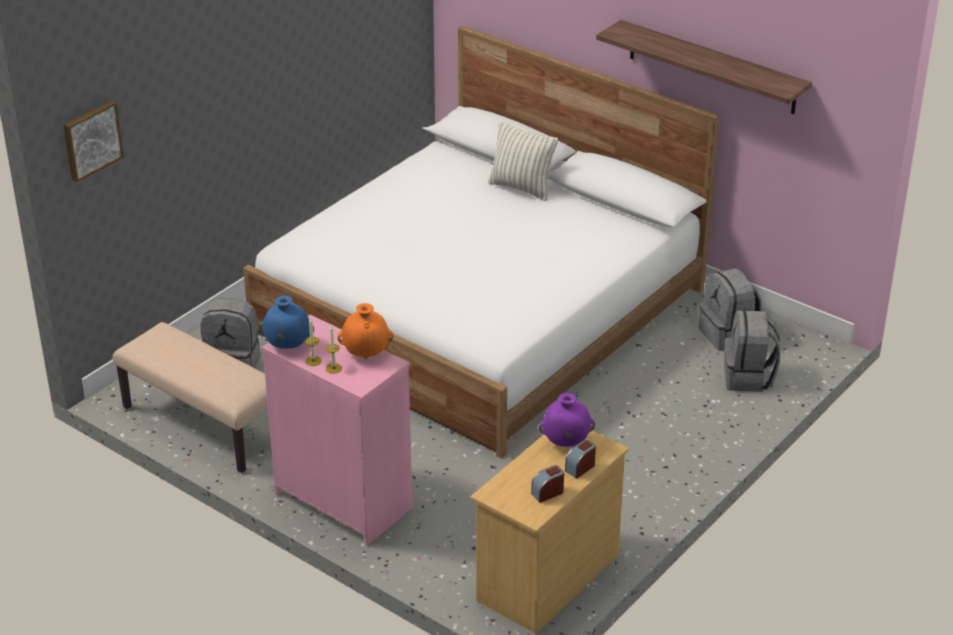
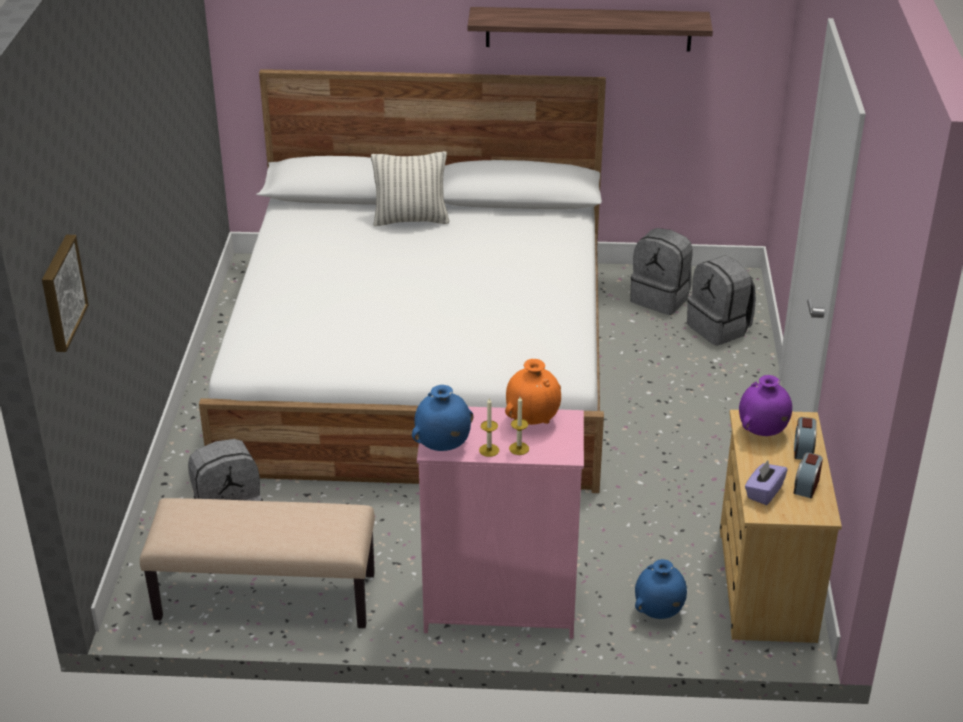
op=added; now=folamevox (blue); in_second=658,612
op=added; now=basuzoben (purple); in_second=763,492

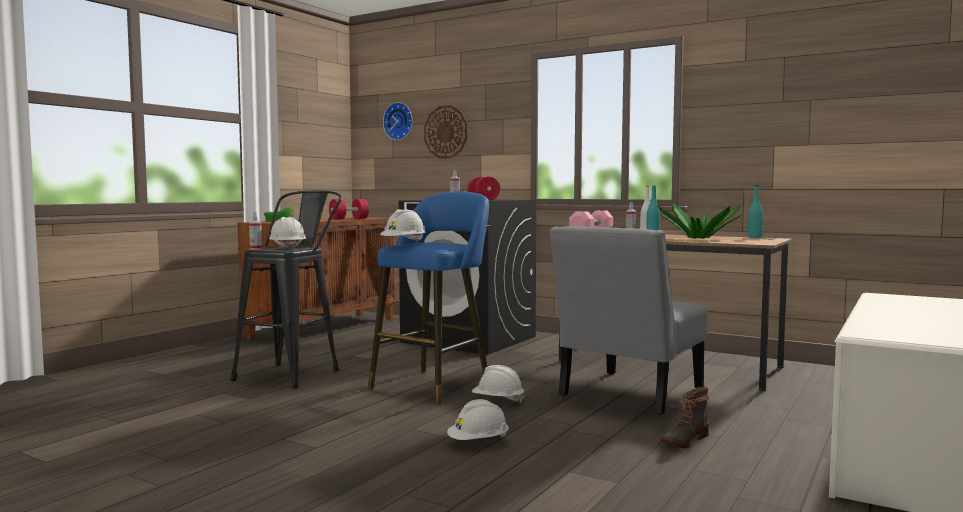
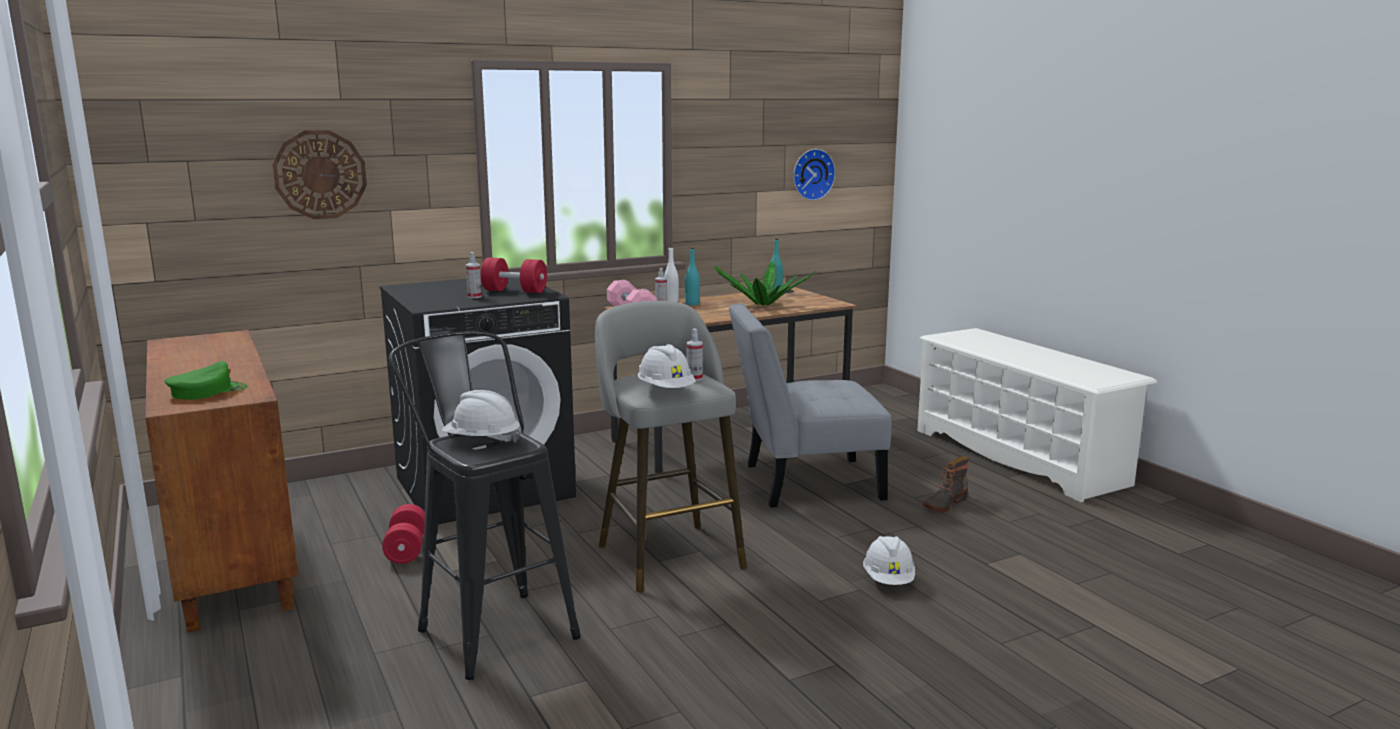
op=removed; was=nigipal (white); in_first=497,401
op=moved; was=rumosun; in_first=255,249; in_second=694,378
op=moved; was=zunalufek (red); in_first=349,219; in_second=406,549
op=moved; was=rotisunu; in_first=399,121; in_second=812,174
op=recoloured; was=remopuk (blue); now=remopuk (grey); in_first=434,384; in_second=666,553
op=turned; was=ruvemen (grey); in_first=627,394; in_second=804,483; clockwise=105
op=turned; was=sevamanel; in_first=683,440; in_second=944,503; clockwise=60

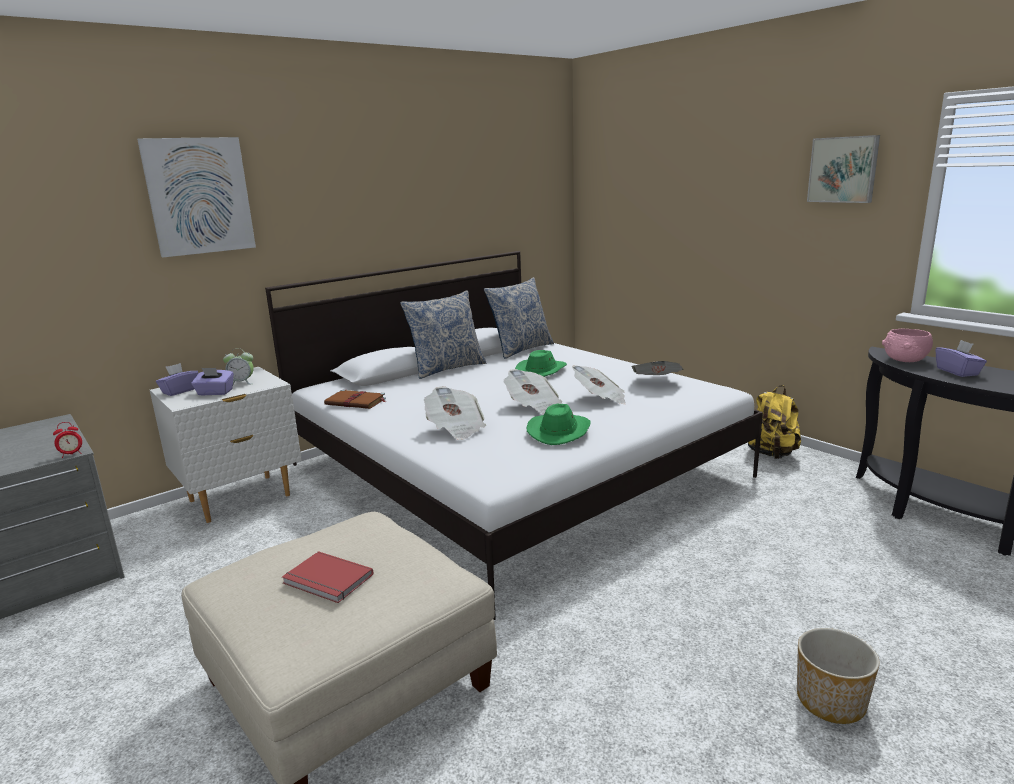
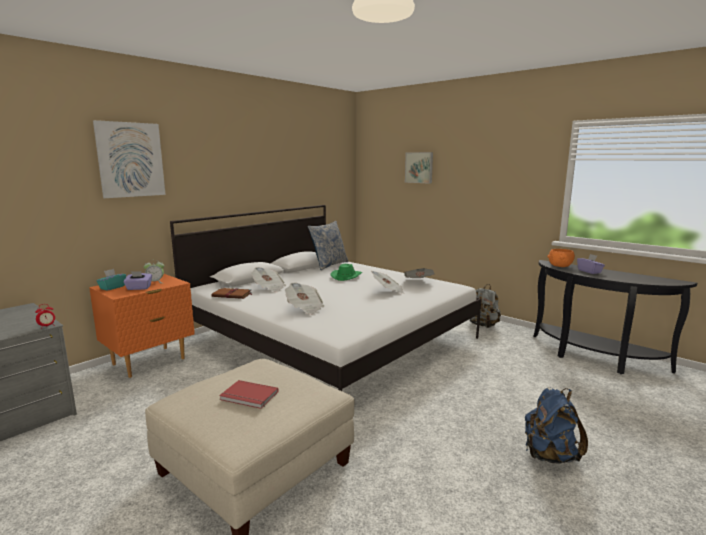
op=removed; was=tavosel; in_first=446,368
op=removed; was=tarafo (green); in_first=559,431
op=moved; was=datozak; in_first=533,406; in_second=269,288
op=moved; was=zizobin; in_first=843,169; in_second=419,167
op=replaced; was=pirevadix; now=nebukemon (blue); in_first=831,702; in_second=549,455
op=recoloured; was=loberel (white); now=loberel (orange); in_first=240,498; in_second=149,362
op=recoloured; was=basuzoben (purple); now=basuzoben (turquoise); in_first=179,391; in_second=112,287
op=recoloured; was=nebukemon (yellow); now=nebukemon (grey); in_first=771,454; in_second=483,325
op=recoloured; was=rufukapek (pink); now=rufukapek (orange); in_first=905,360; in_second=560,266

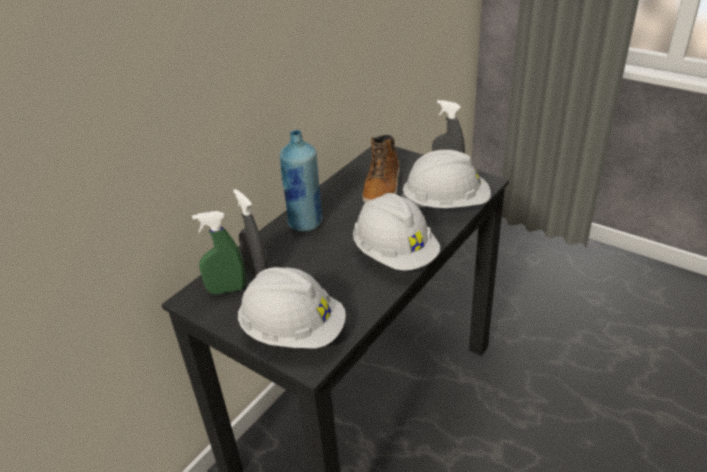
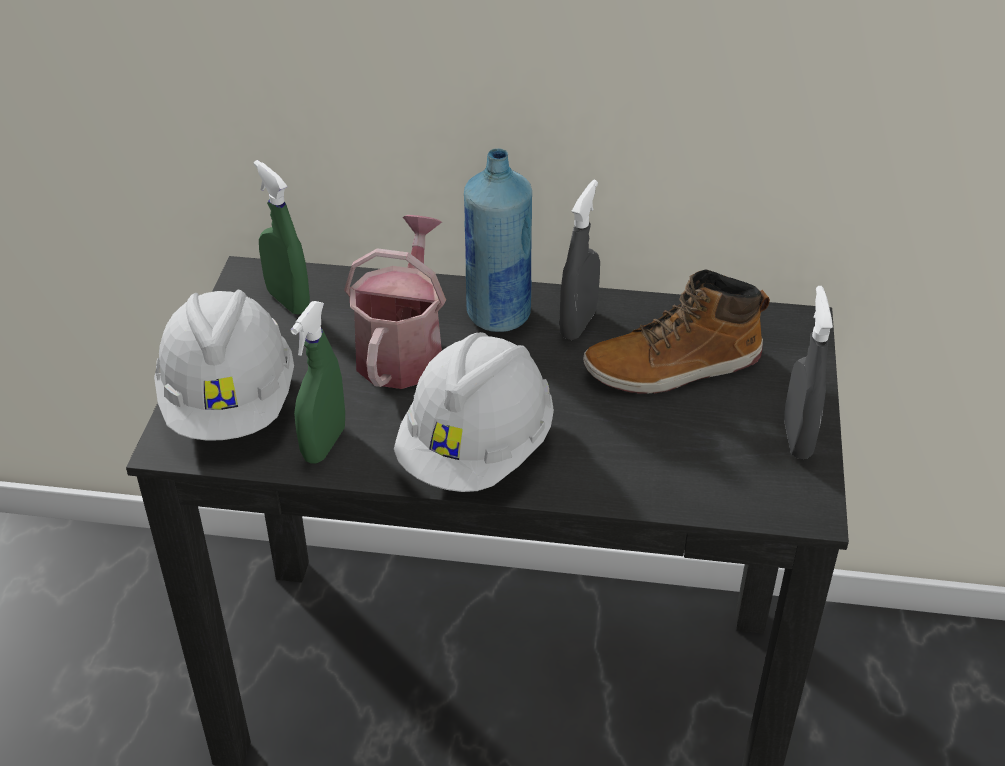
op=removed; was=nigipal (white); in_first=446,204
op=added; now=rumosun (green); in_second=324,444
op=added; now=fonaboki; in_second=403,348
op=moved; was=rumosun (grey); in_first=257,271; in_second=578,324

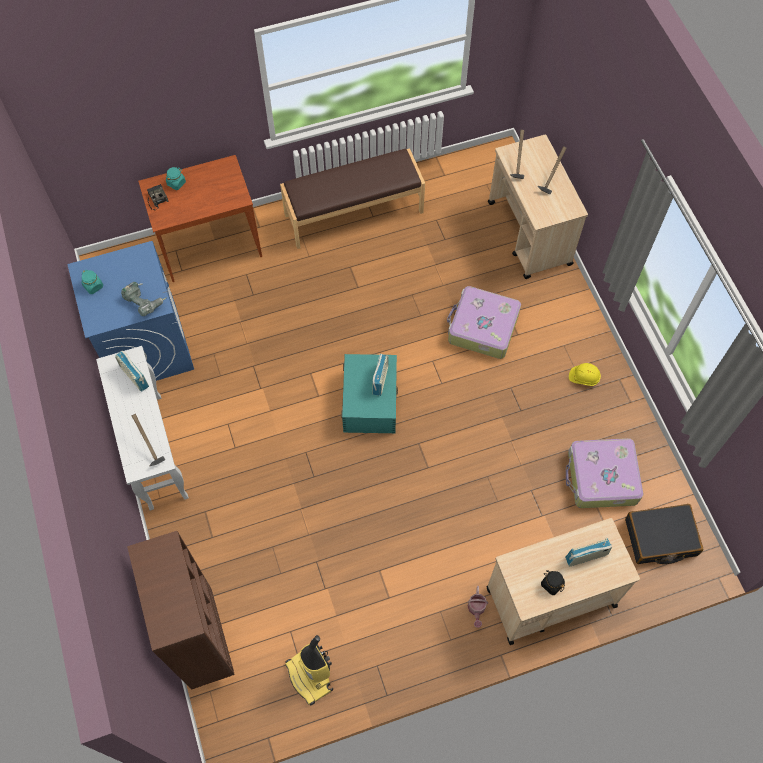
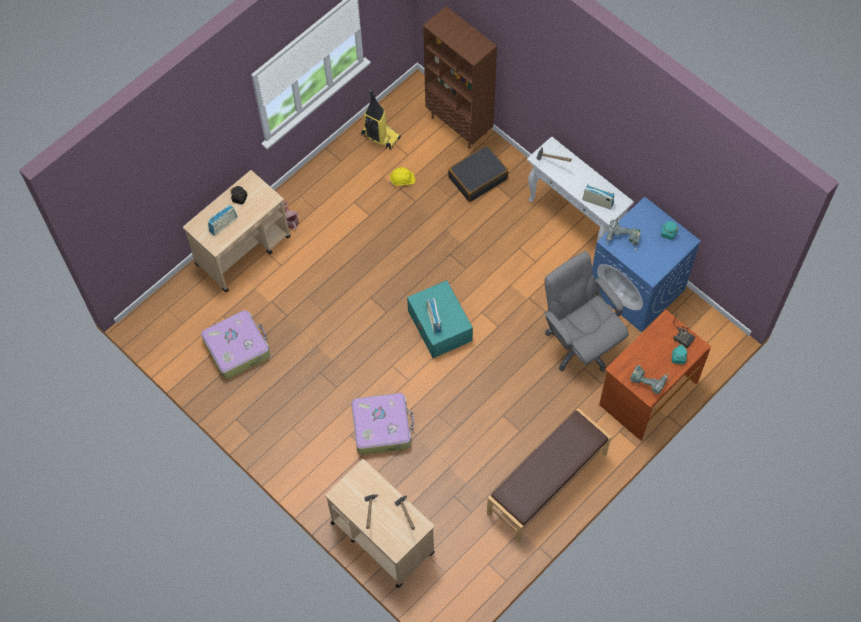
op=added; now=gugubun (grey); in_second=580,343
op=added; now=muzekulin; in_second=648,380
op=moved; was=nigipal (yellow); in_first=584,377; in_second=402,180
op=moved; was=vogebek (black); in_first=660,538; in_second=477,178

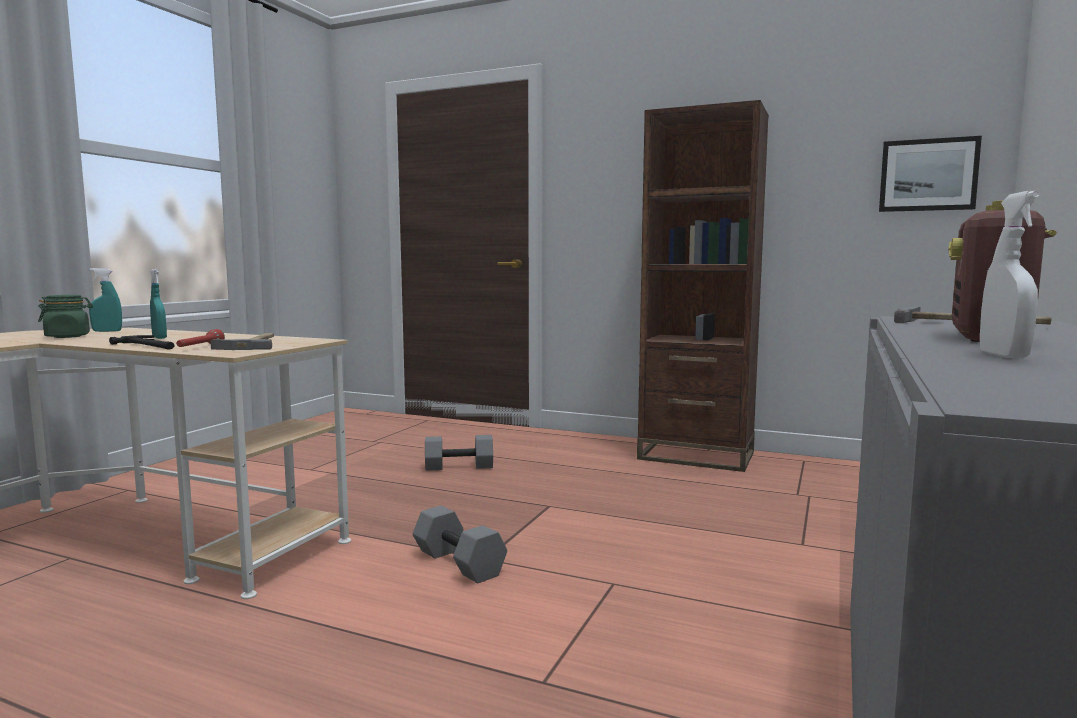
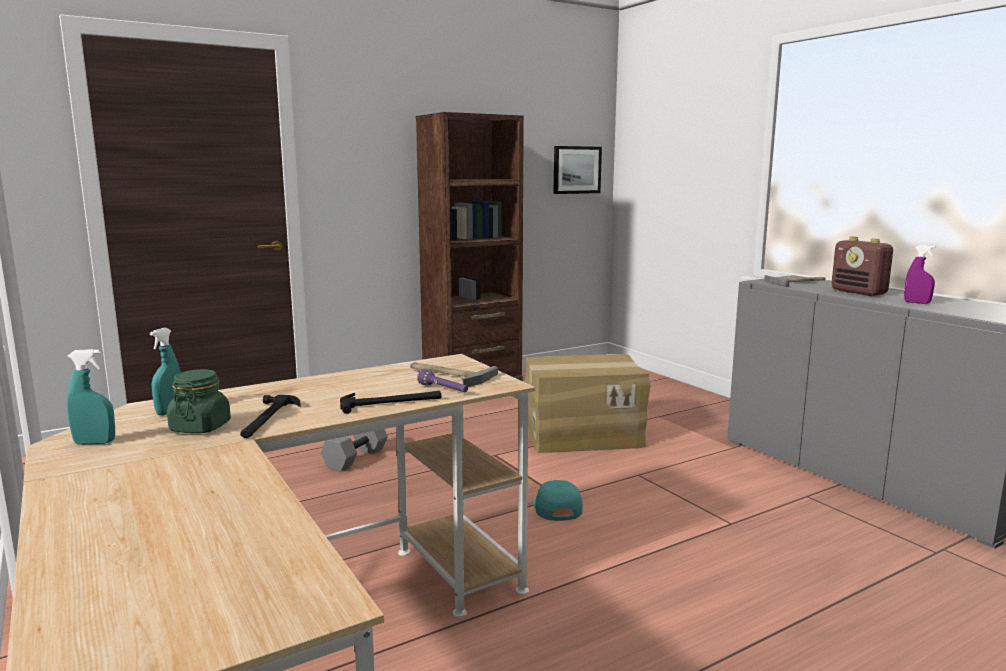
op=added; now=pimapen; in_second=268,419
op=added; now=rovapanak; in_second=583,435
op=moved; was=rumosun (turquoise); in_first=159,338; in_second=94,443
op=replaced; was=zunalufek (grey); now=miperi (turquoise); in_first=457,563; in_second=556,507
op=recoloured; was=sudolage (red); now=sudolage (purple); in_first=199,347; in_second=444,390
op=recoloured; was=rumosun (white); now=rumosun (purple); in_first=1003,356; in_second=917,302

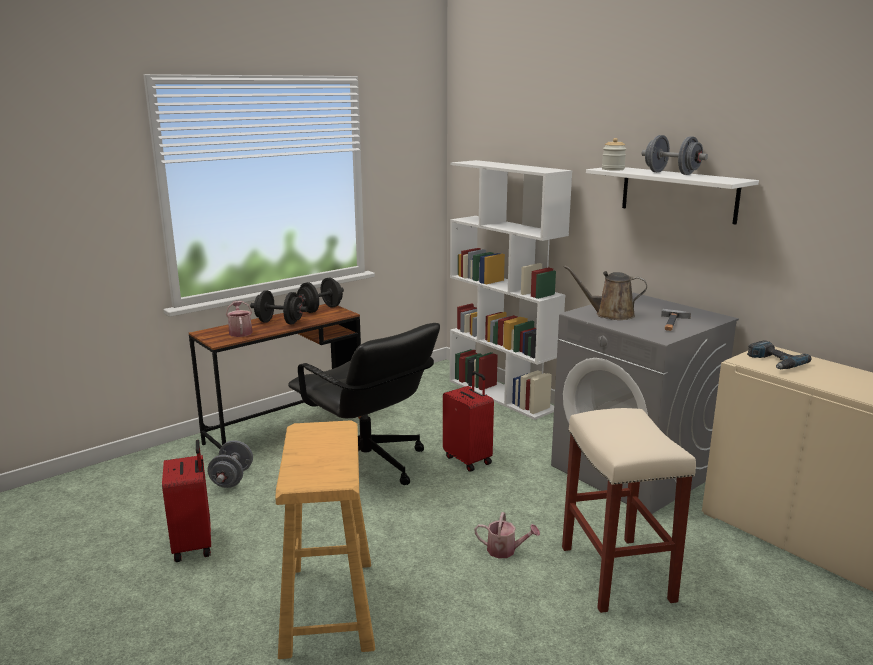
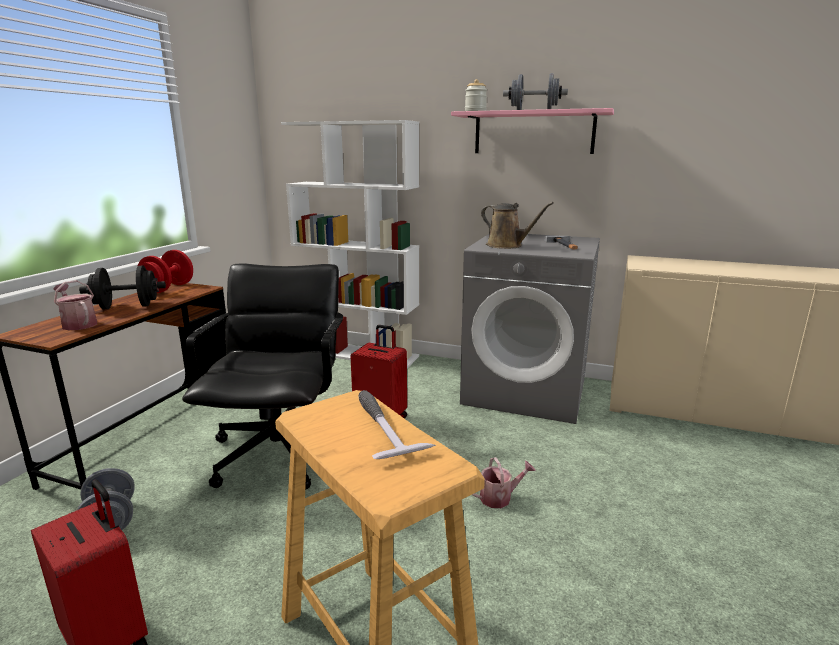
op=removed; was=remopuk (beige); in_first=618,574
op=removed; was=muzekulin; in_first=773,362
op=added; now=pimapen; in_second=383,426
op=recoloured; was=zunalufek (black); now=zunalufek (red); in_first=320,309; in_second=168,288
op=recoloured; was=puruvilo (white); now=puruvilo (pink); in_first=678,194; in_second=533,133
op=turned; was=gugubun (black); in_first=367,465; in_second=280,453; clockwise=-105
op=turned; was=fonaboki (brown); in_first=610,314; in_second=507,245; clockwise=-120

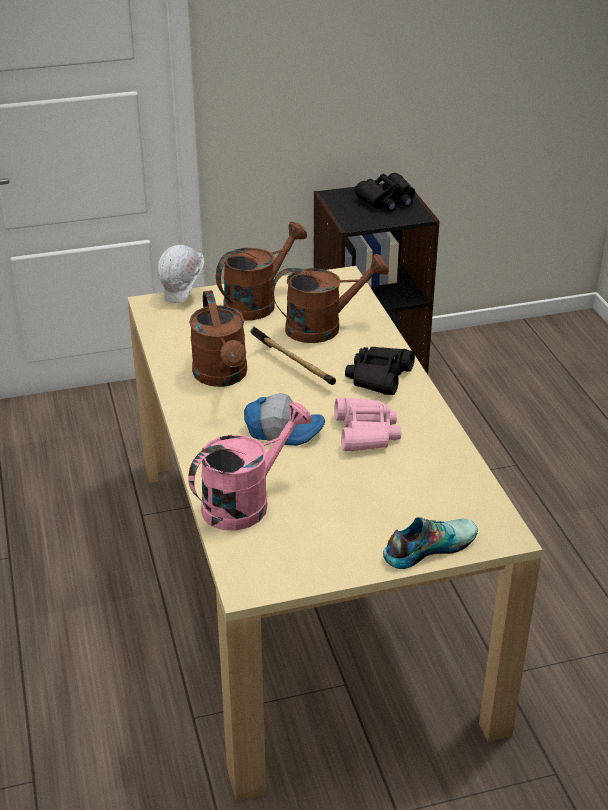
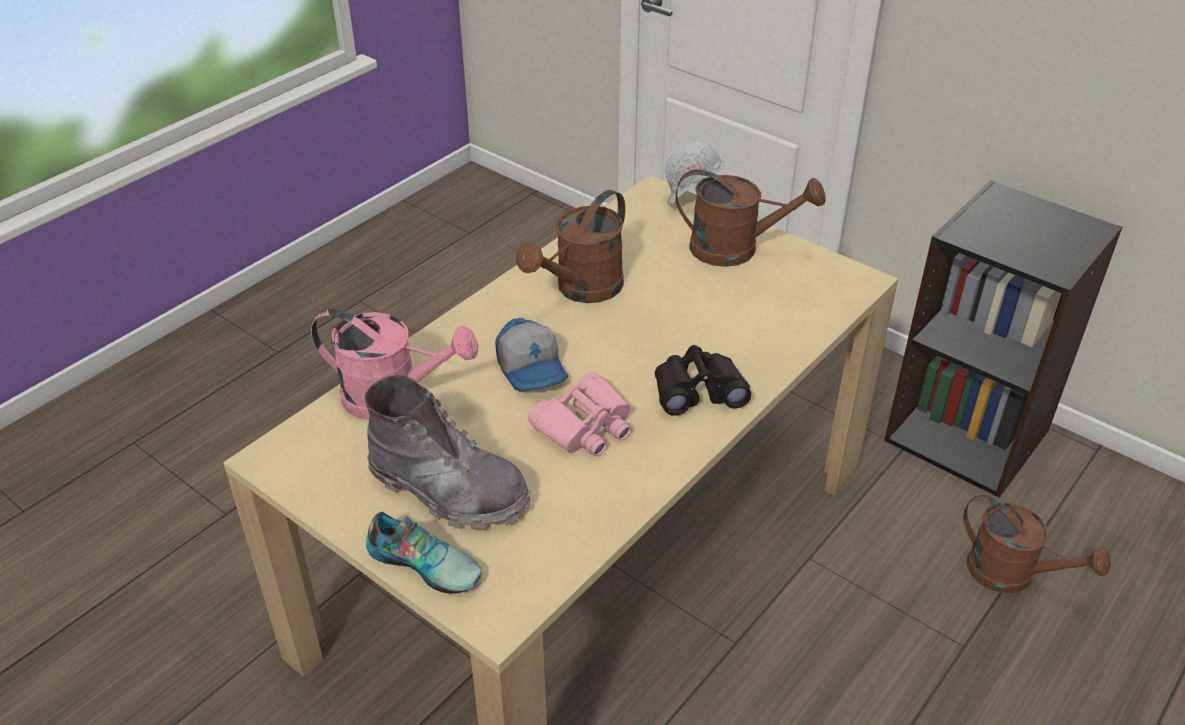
op=removed; was=pimapen; in_first=293,367
op=removed; was=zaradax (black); in_first=387,200
op=added; now=sevamanel (grey); in_second=449,490
op=moved; was=fonaboki (brown); in_first=323,327; in_second=1012,575

